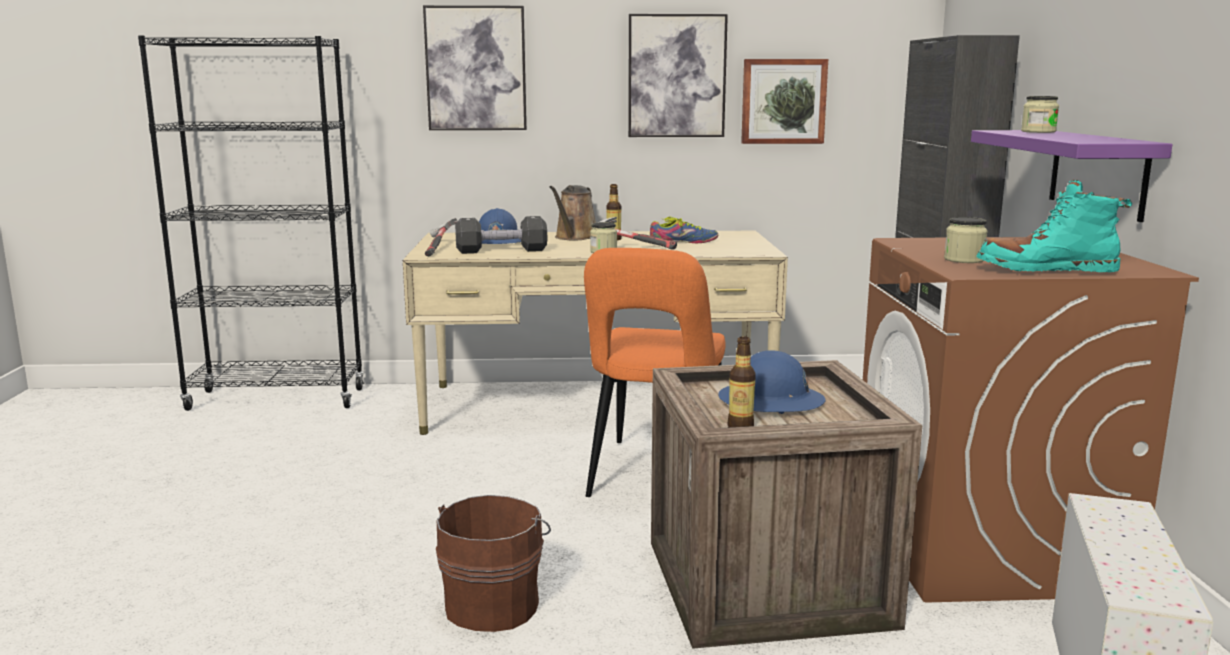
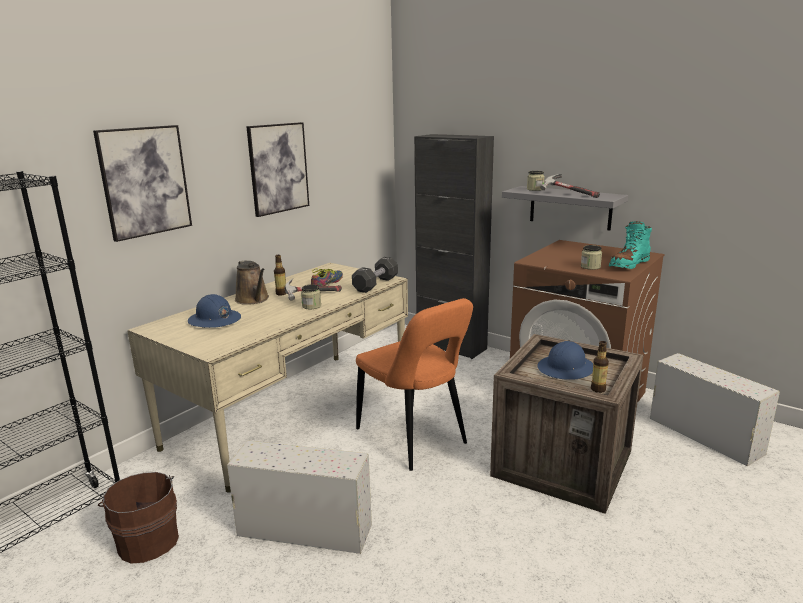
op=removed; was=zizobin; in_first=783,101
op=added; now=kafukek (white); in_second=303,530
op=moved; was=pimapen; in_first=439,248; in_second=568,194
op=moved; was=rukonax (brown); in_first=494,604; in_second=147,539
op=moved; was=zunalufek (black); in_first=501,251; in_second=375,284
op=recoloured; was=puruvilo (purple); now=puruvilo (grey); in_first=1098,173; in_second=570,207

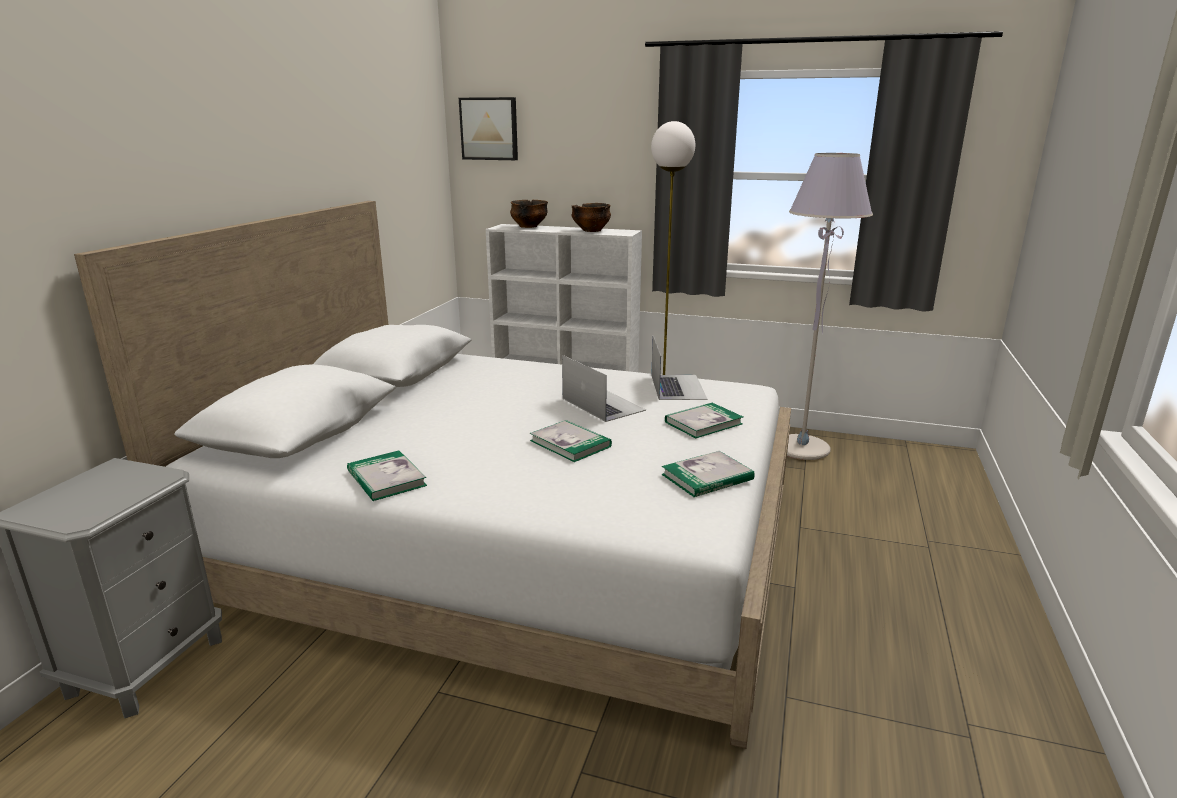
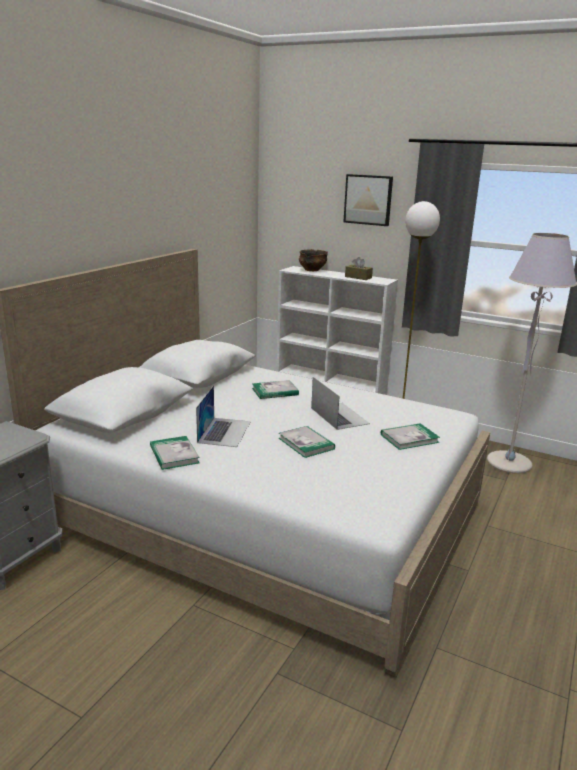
op=moved; was=zizobin; in_first=489,129; in_second=368,199
op=moved; was=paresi; in_first=677,387; in_second=224,432
op=moved; was=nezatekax; in_first=707,477; in_second=275,391
op=replaced; was=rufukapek; now=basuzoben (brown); in_first=591,230; in_second=358,277

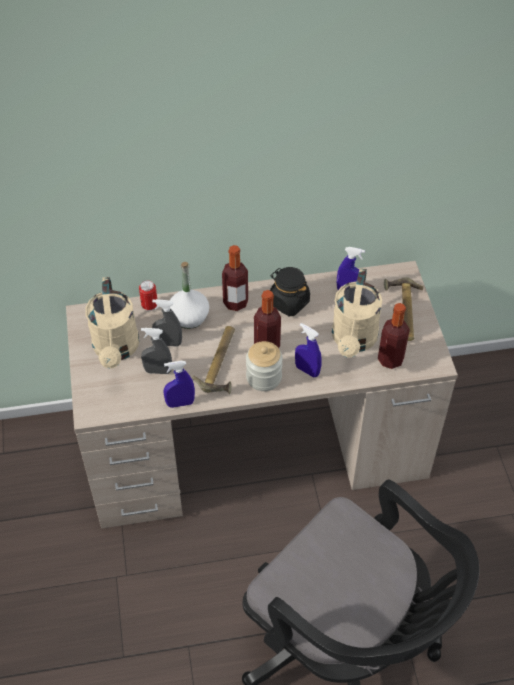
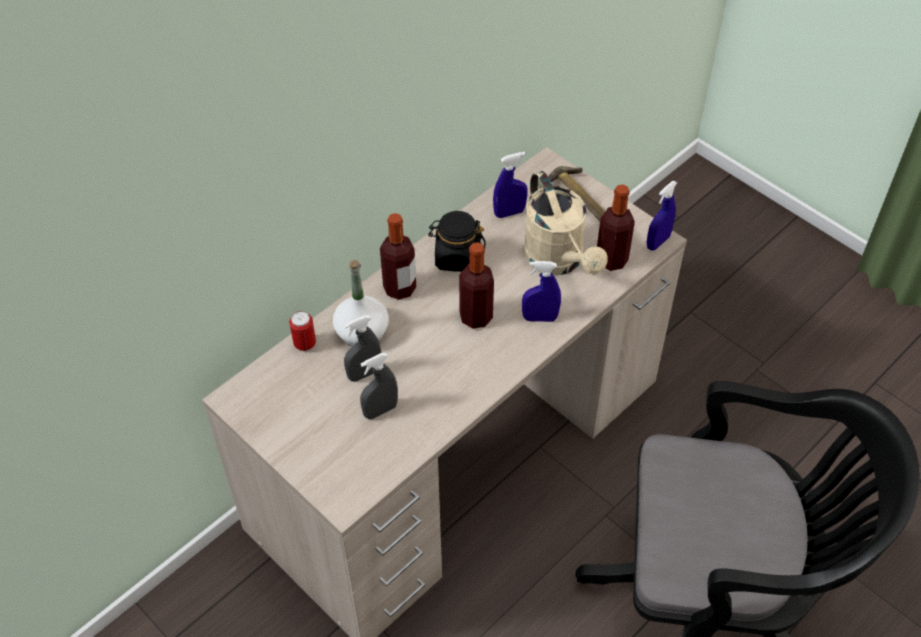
op=removed; was=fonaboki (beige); in_first=116,350
op=removed; was=pimapen; in_first=222,363
op=removed; was=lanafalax; in_first=264,377
op=moved; was=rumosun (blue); in_first=180,403; in_second=658,242

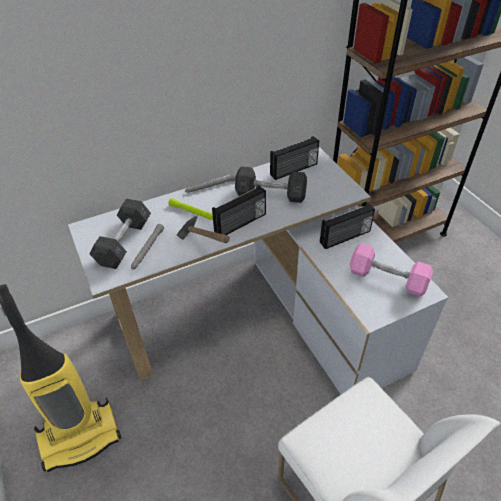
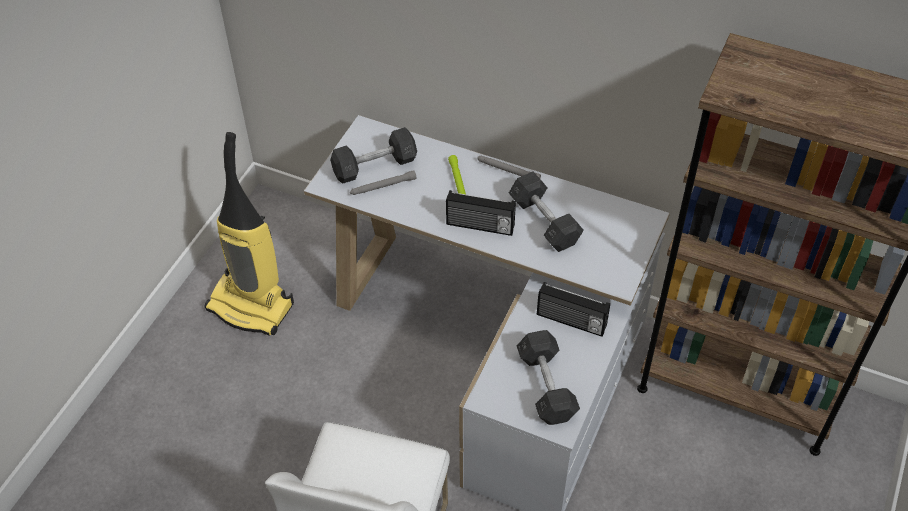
op=removed; was=pimapen; in_first=205,250
op=removed; was=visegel; in_first=294,170
op=recoloured; was=zunalufek (pink); now=zunalufek (grey); in_first=387,278; in_second=546,386

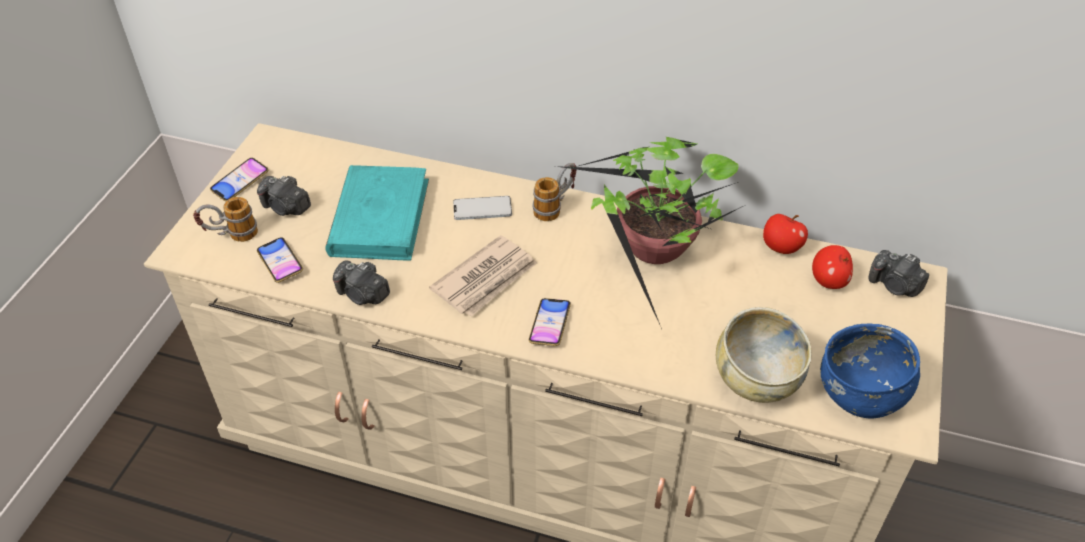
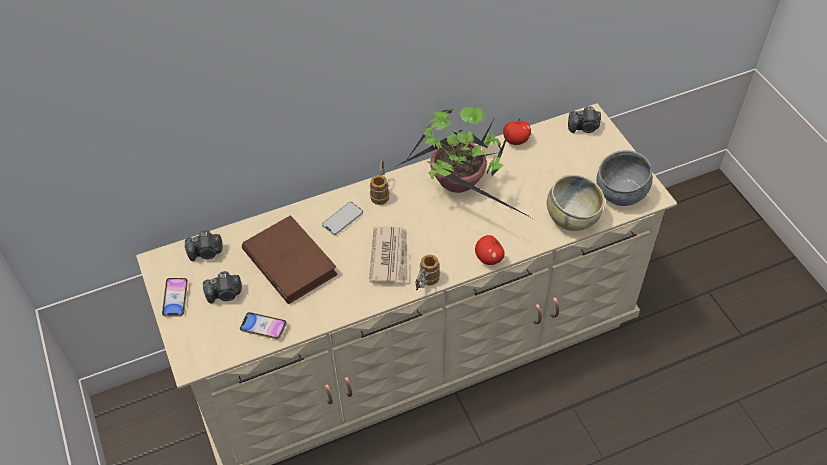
op=removed; was=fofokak; in_first=550,325
op=moved; was=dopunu; in_first=231,236; in_second=425,284
op=moved; was=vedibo; in_first=363,294; in_second=206,253
op=moved; was=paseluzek; in_first=828,281; in_second=489,258
op=recoloured; was=nezatekax (turquoise); now=nezatekax (brown); in_first=380,217; in_second=289,262
op=recoloured; was=rufukapek (blue); now=rufukapek (grey); in_first=860,394; in_second=620,193

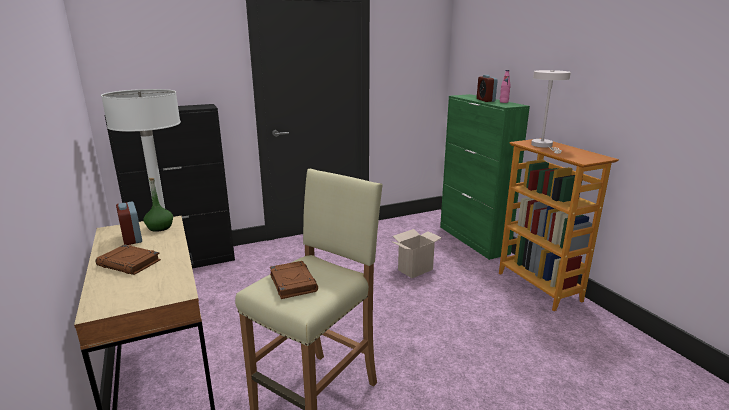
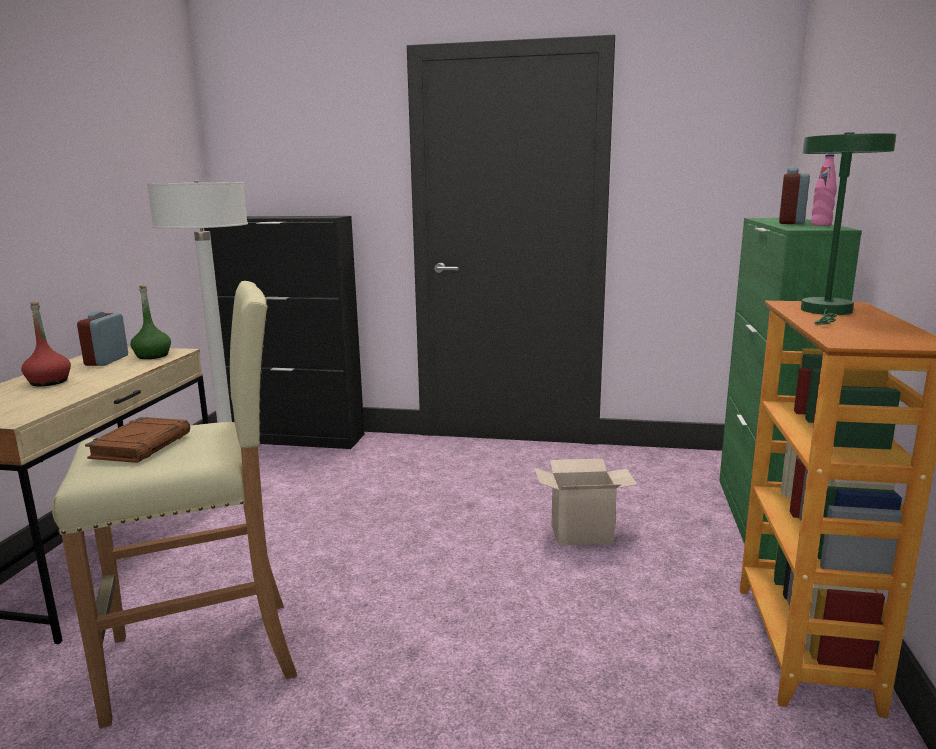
op=replaced; was=nezatekax (brown); now=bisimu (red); in_first=130,263; in_second=49,382
op=recoloured; was=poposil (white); now=poposil (green); in_first=544,146; in_second=826,312

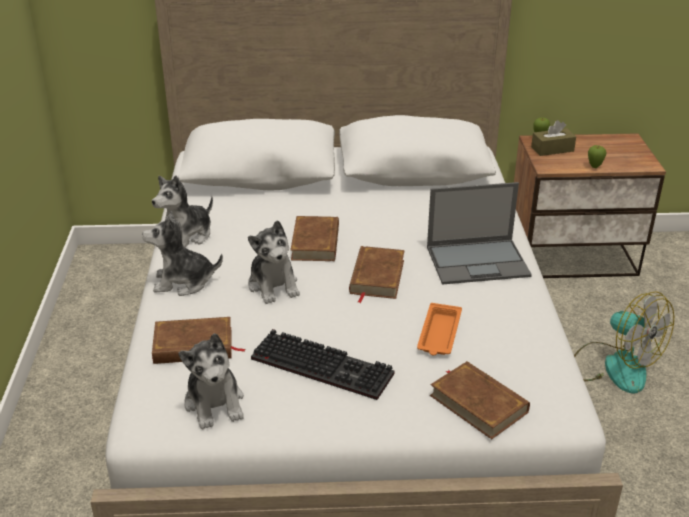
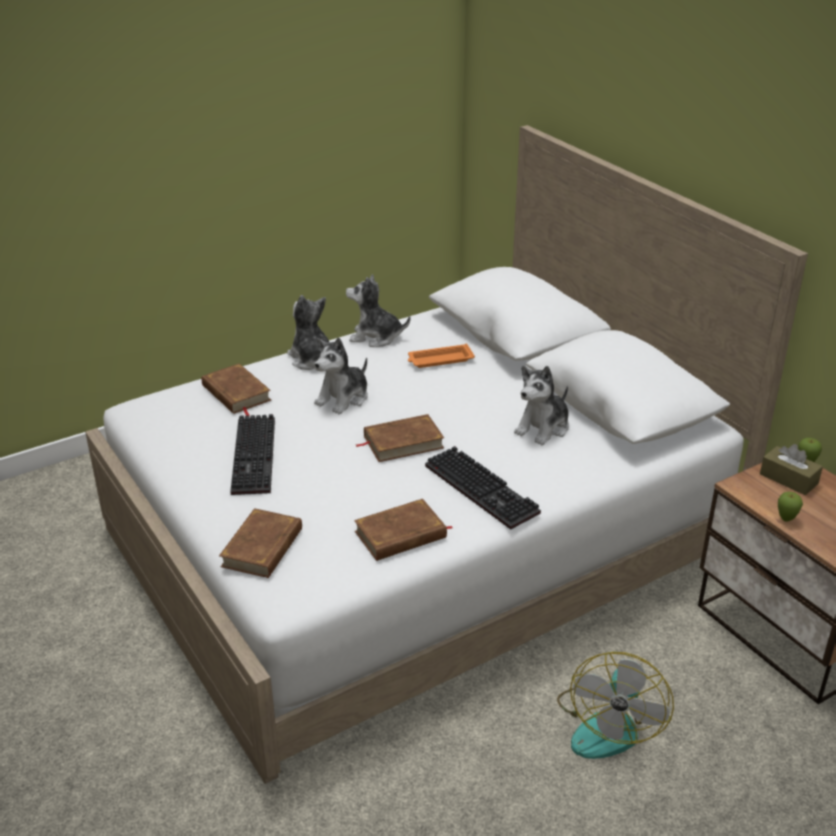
op=moved; was=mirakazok; in_first=215,403; in_second=543,428
op=moved; was=nezatekax (brown); in_first=316,243; in_second=401,535
op=moved; was=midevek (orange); in_first=439,334; in_second=439,360
op=replaced; was=paresi; now=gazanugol; in_first=478,261; in_second=484,489

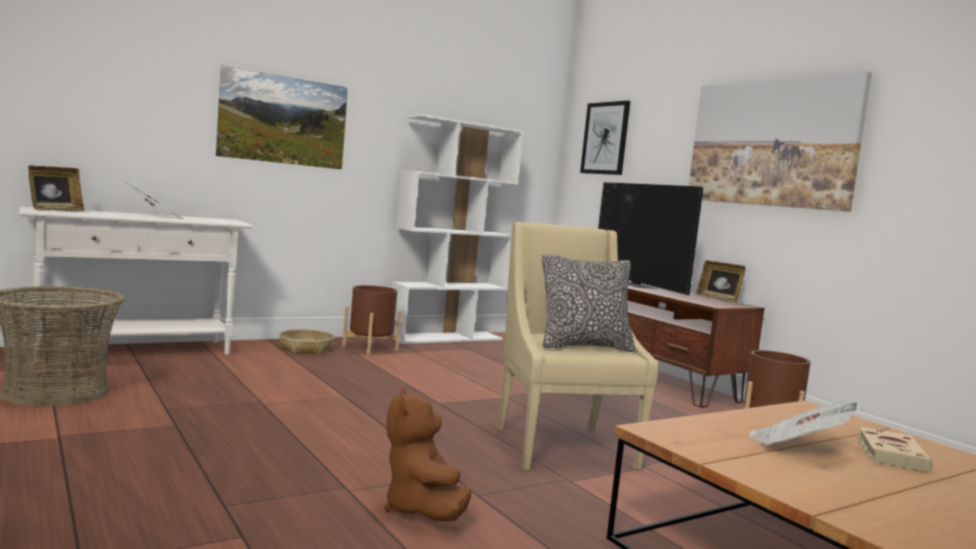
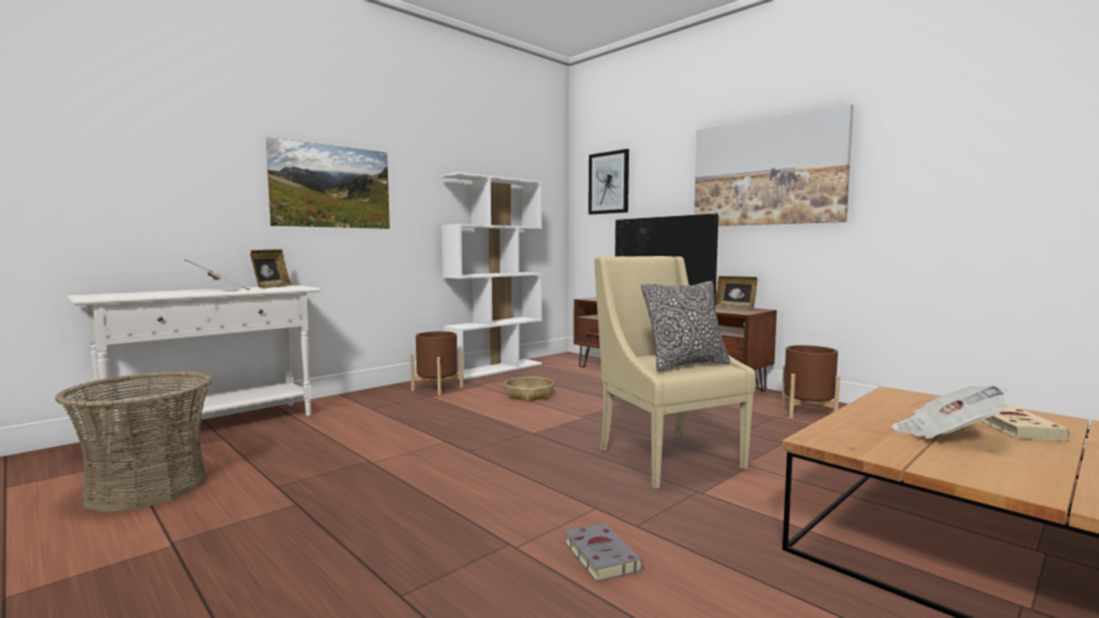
op=moved; was=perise; in_first=55,210; in_second=271,287
op=moved; was=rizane; in_first=306,349; in_second=529,395
op=replaced; was=mirakazok (brown); now=nezatekax (grey); in_first=422,510; in_second=599,555

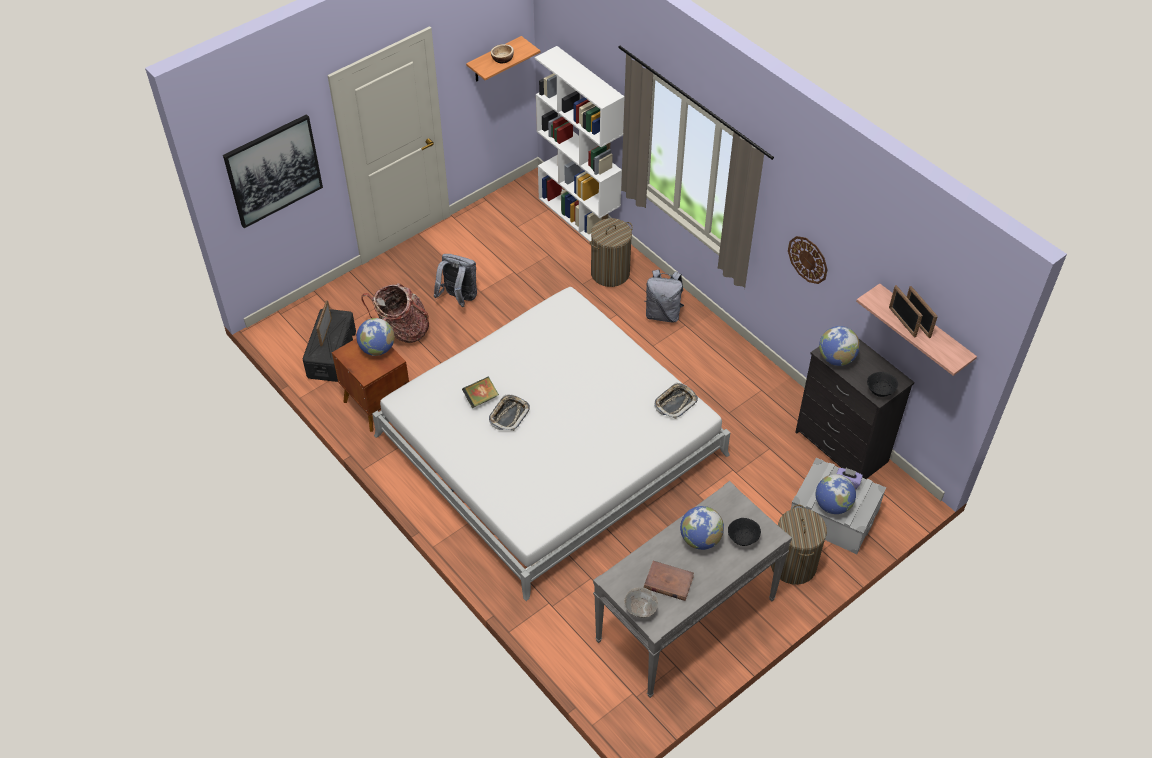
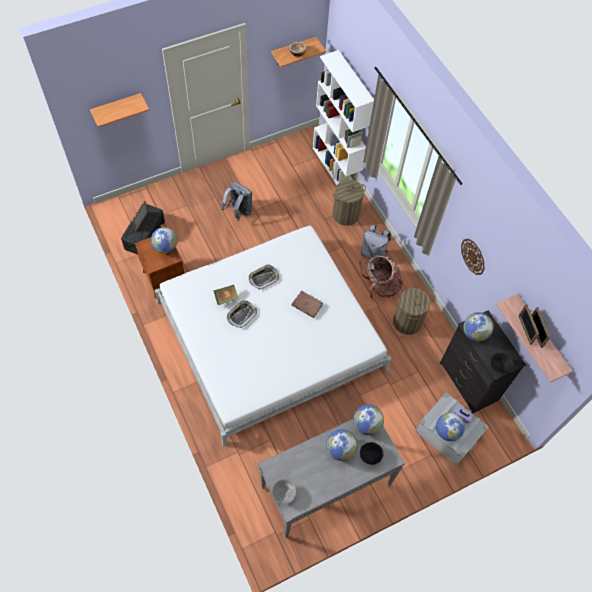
op=added; now=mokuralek; in_second=366,425
op=moved; was=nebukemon; in_first=402,332; in_second=380,286
op=moved; was=nezatekax (brown); in_first=668,582; in_second=307,305
op=moved; was=midevek; in_first=675,403; in_second=263,278
op=moved; was=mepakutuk; in_first=793,565; in_second=407,322
op=replaced; was=zizobin; now=puruvilo; in_first=273,170; in_second=117,108

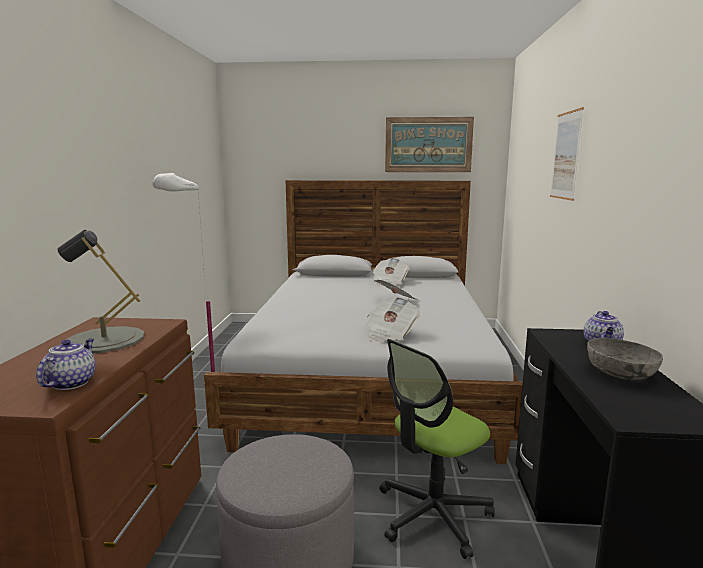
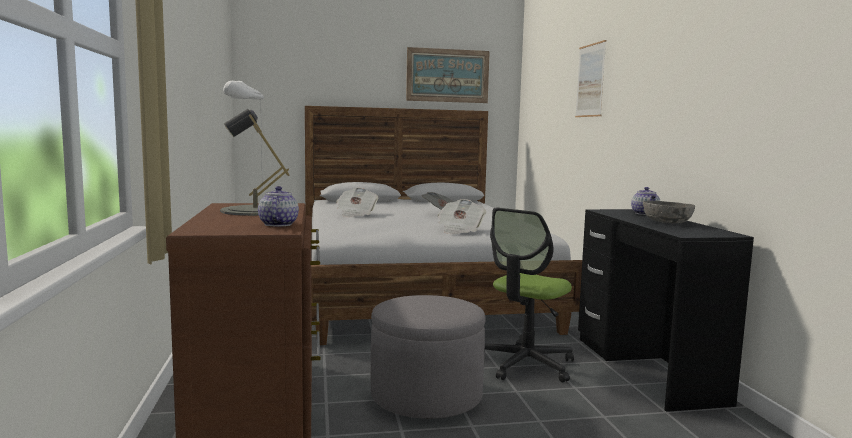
op=moved; was=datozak; in_first=389,282; in_second=356,214

